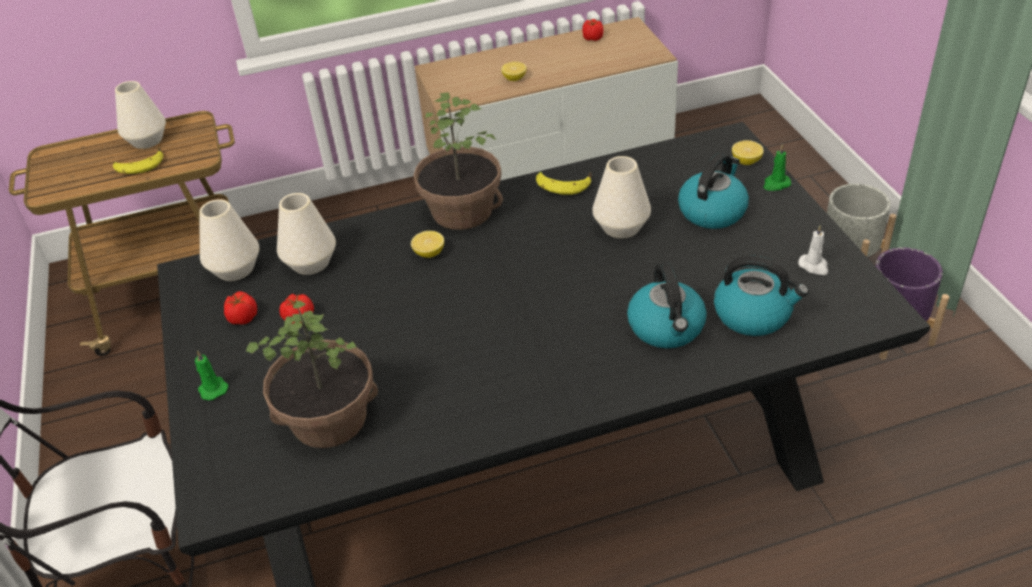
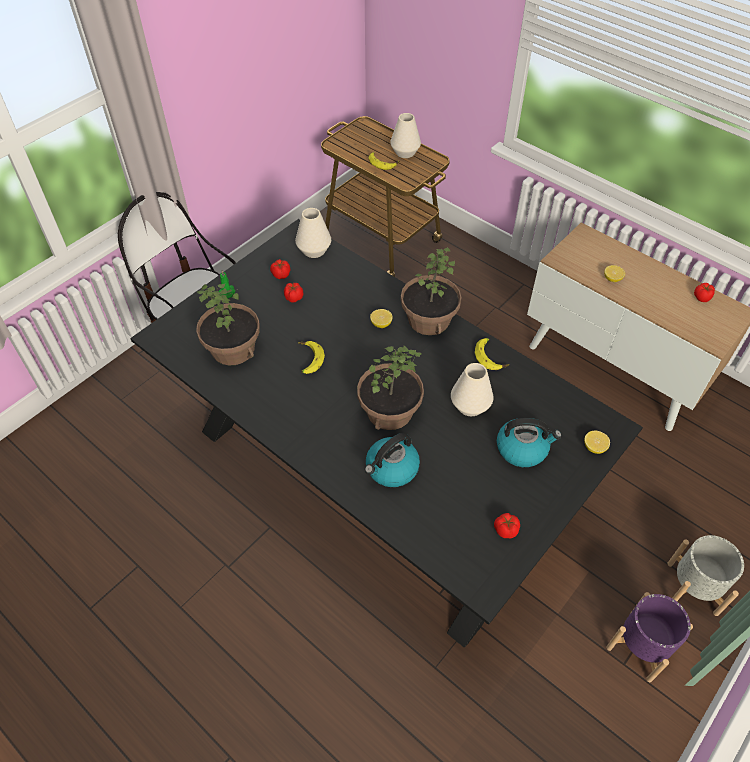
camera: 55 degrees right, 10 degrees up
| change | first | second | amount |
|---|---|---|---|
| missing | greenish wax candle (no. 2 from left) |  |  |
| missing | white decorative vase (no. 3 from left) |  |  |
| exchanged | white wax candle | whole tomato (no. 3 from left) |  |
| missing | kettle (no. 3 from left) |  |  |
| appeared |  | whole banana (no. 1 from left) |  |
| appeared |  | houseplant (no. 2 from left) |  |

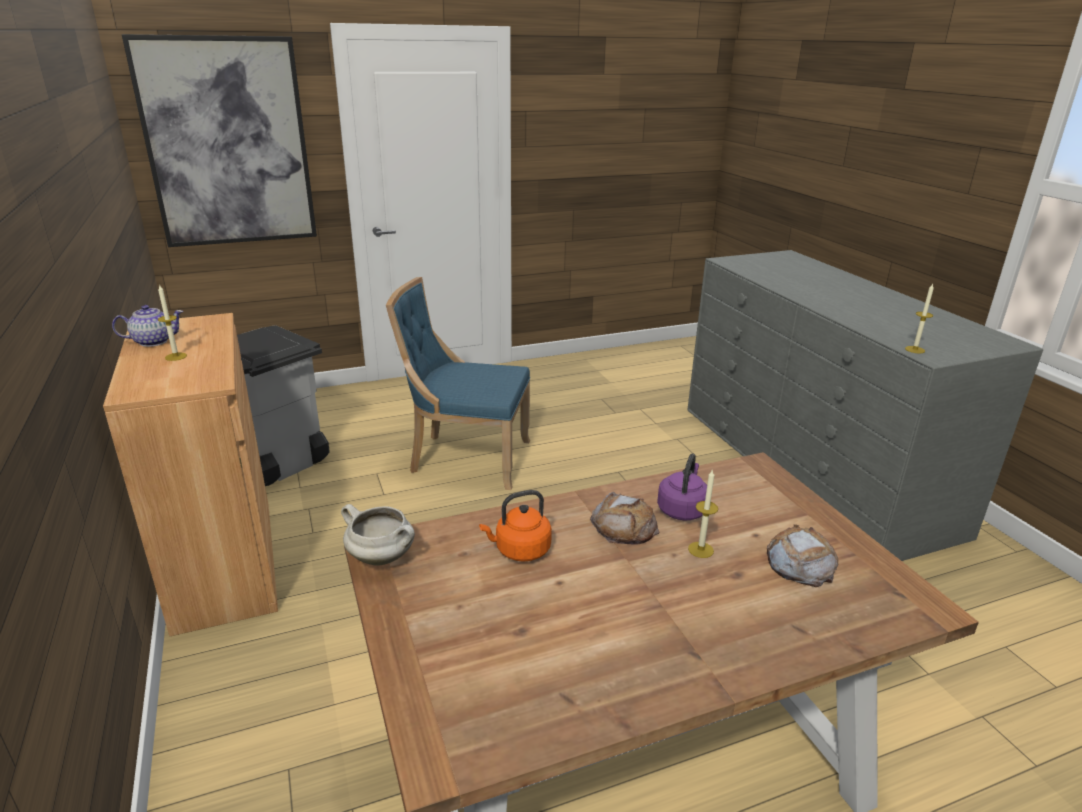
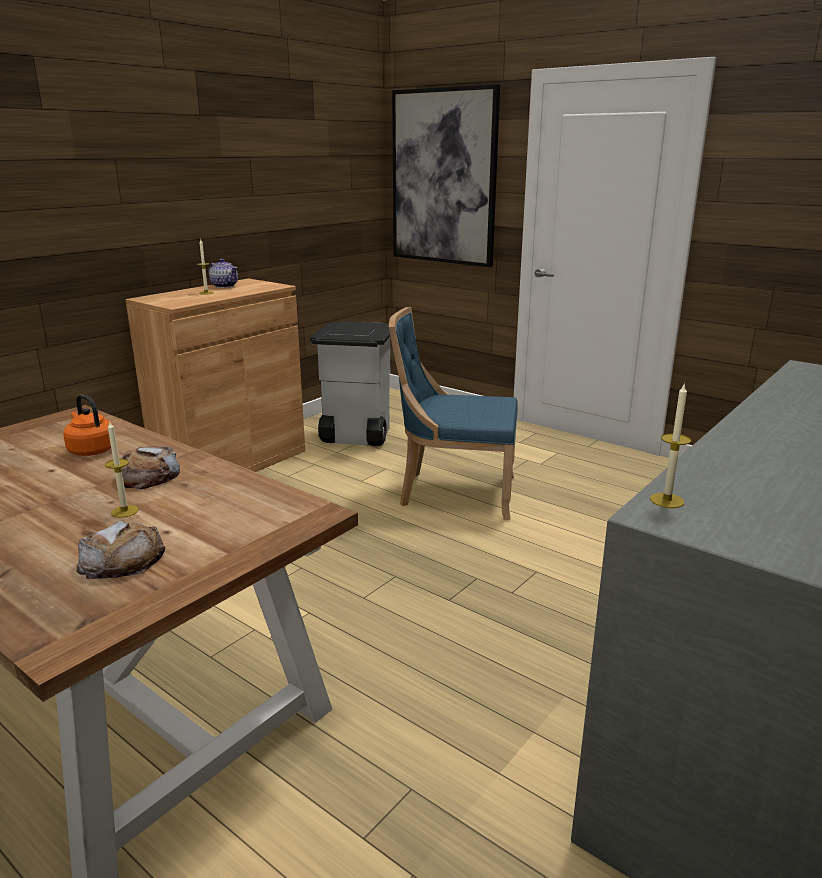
camera: 60 degrees right, 5 degrees down
| change | first | second | amount |
|---|---|---|---|
| spun | blue-coloured chair |  | 60 degrees counterclockwise |
| missing | purple kettle |  |  |
| missing | white stockpot |  |  |

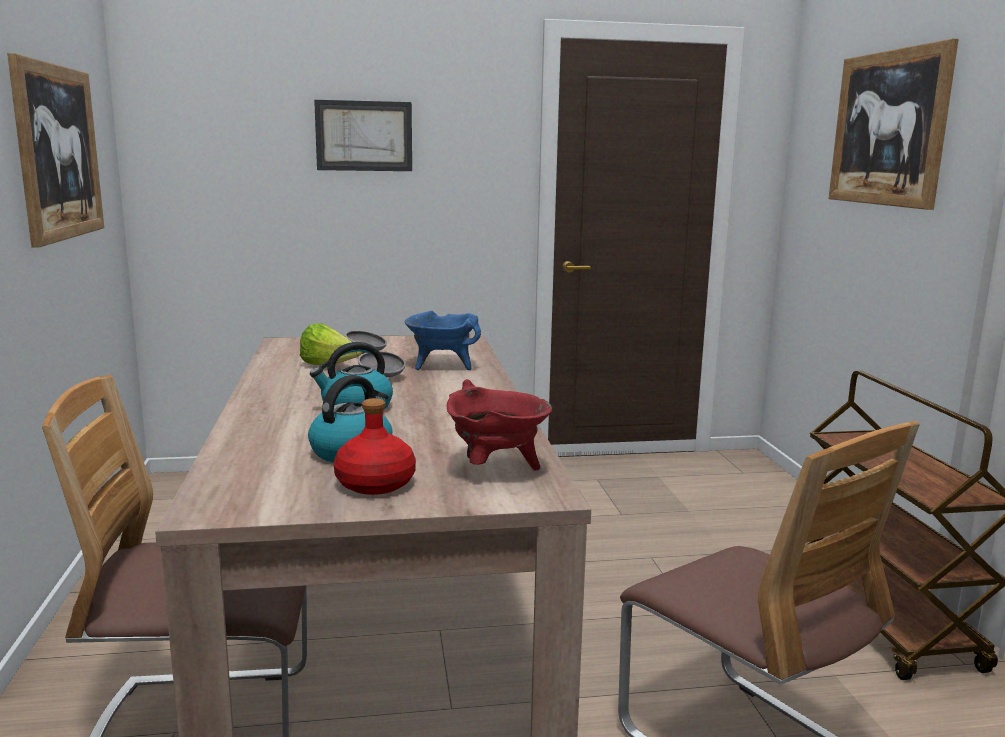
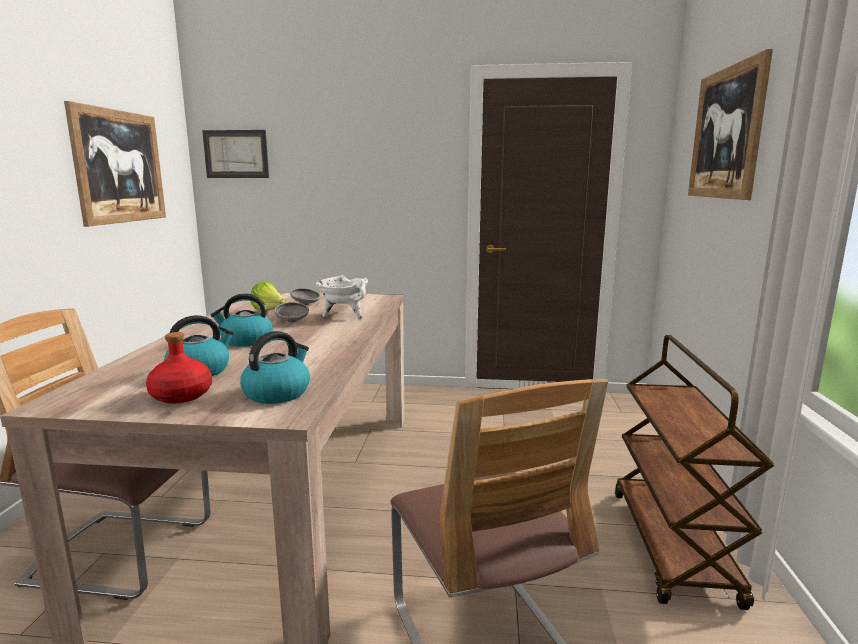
camera: 15 degrees right, 0 degrees up
| change | first | second | amount |
|---|---|---|---|
| relocated | wall art (no. 2 from left) |  |  |
| colour | blue-coloured stockpot | white stockpot |  |
| exchanged | reddish stockpot | kettle (no. 3 from left) |  |

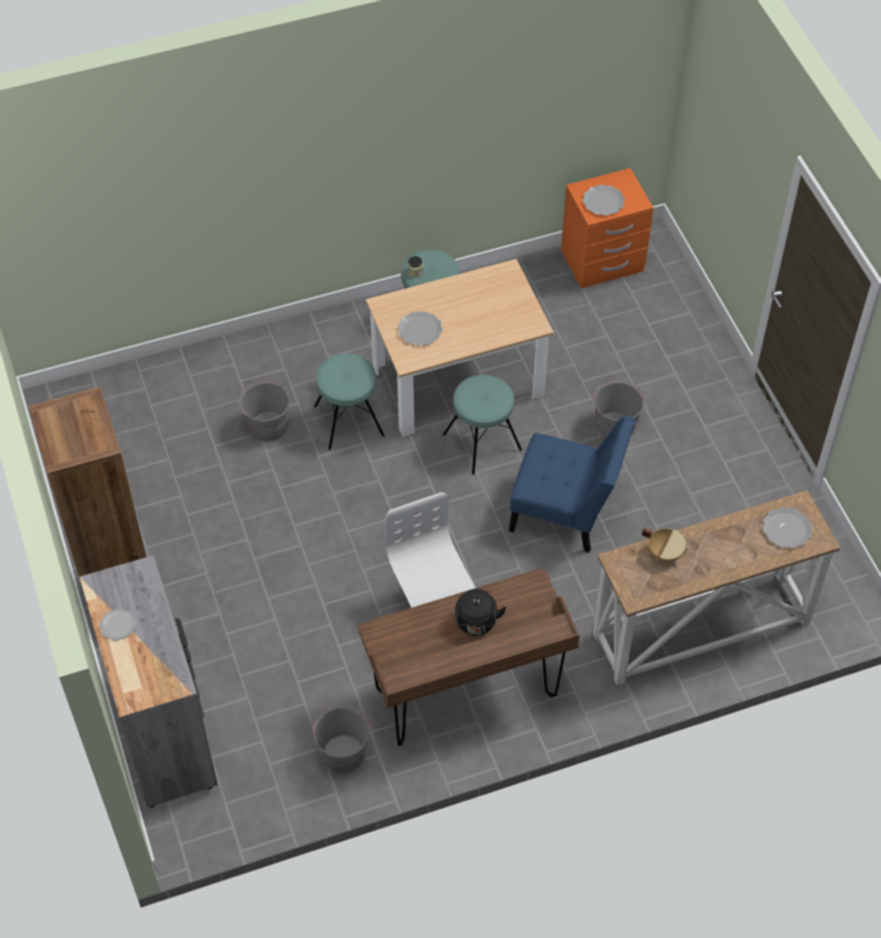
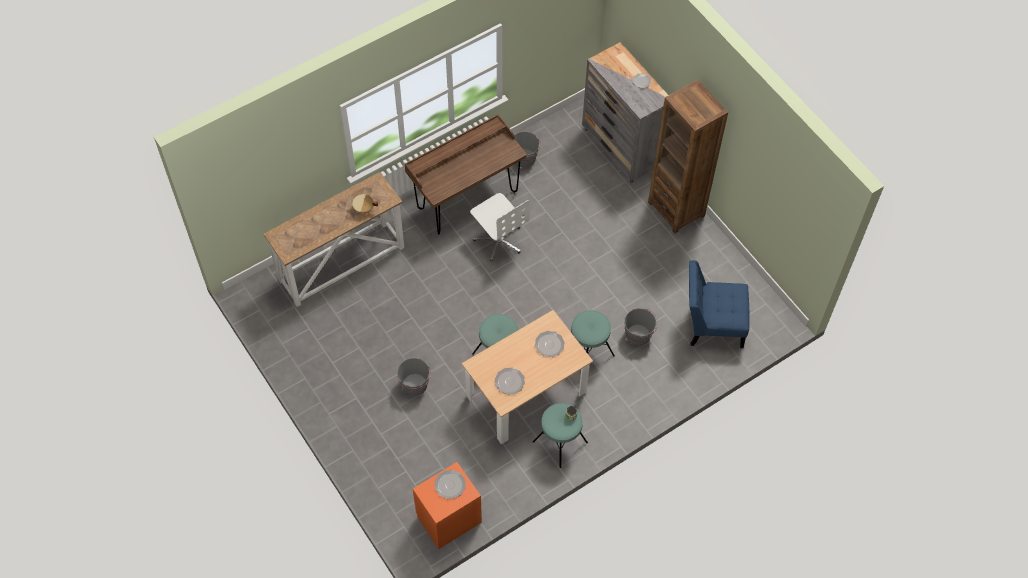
camera: 165 degrees right, 5 degrees up
| change | first | second | amount |
|---|---|---|---|
| relocated | blue-coloured chair |  |  |
| relocated | flat dish (no. 4 from left in the first image) | flat dish (no. 2 from left) |  |
| missing | black-coloured kettle |  |  |

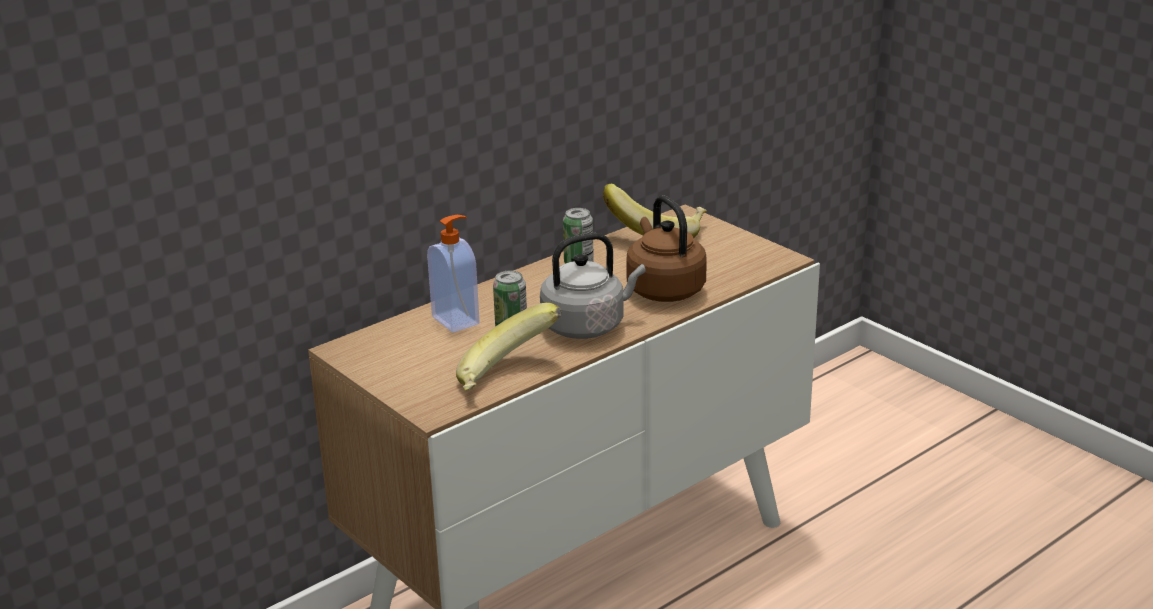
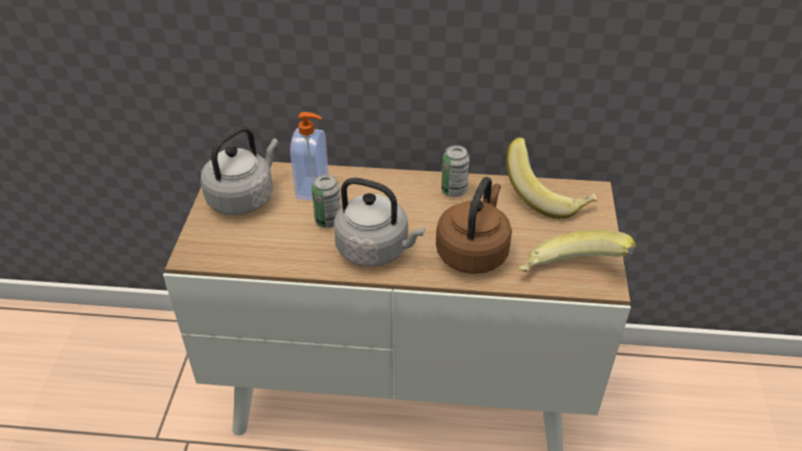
camera: 45 degrees right, 15 degrees up
| change | first | second | amount |
|---|---|---|---|
| relocated | whole banana (no. 1 from left in the first image) | whole banana (no. 2 from left) |  |
| appeared |  | gray kettle (no. 1 from left) |  |

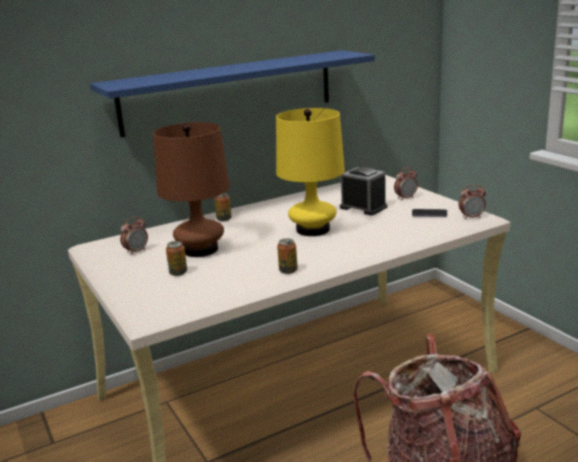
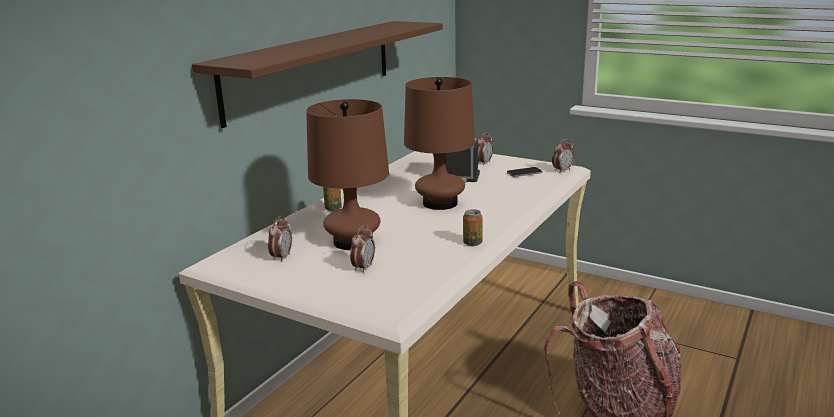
camera: 30 degrees left, 0 degrees up
| change | first | second | amount |
|---|---|---|---|
| colour | blue-coloured bracket shelf | brown-coloured bracket shelf |  |
| colour | yellow table lamp | brown-coloured table lamp (no. 2 from left) |  |
| exchanged | metal can (no. 1 from left) | alarm clock (no. 2 from left) |  |

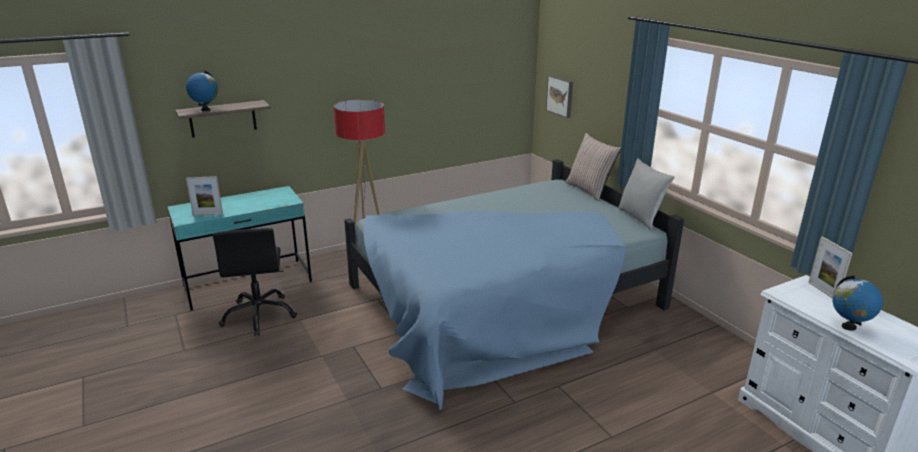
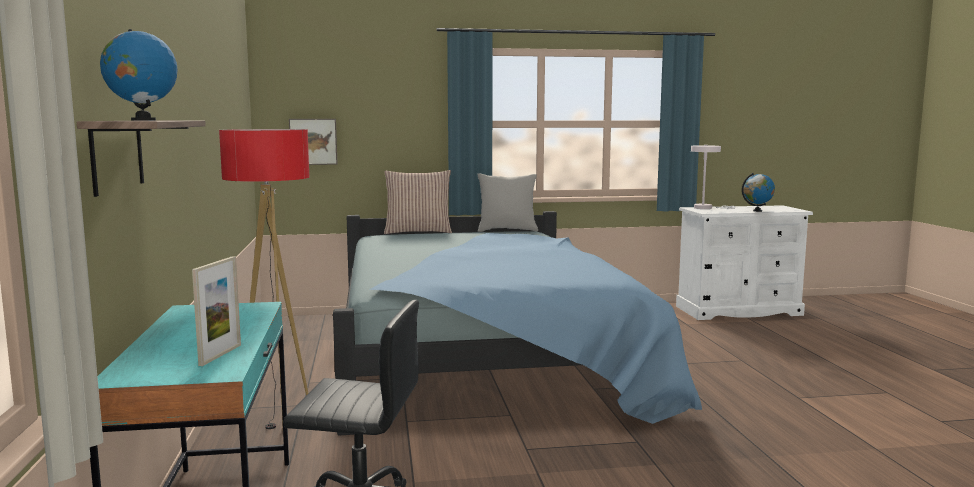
camera: 70 degrees left, 15 degrees down
| change | first | second | amount |
|---|---|---|---|
| exchanged | photo frame (no. 2 from left) | white table lamp |  |

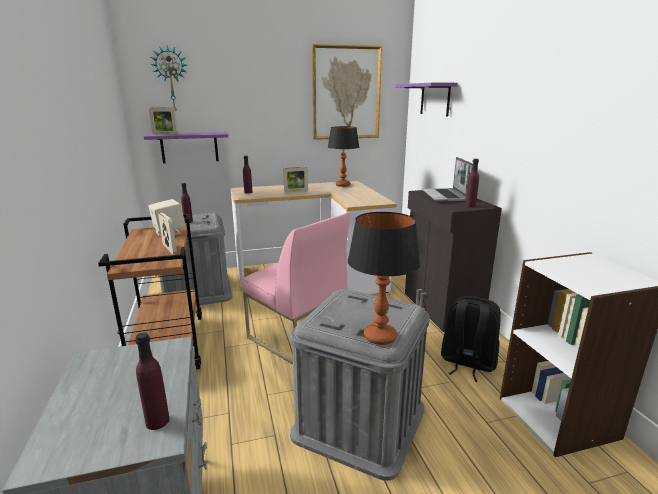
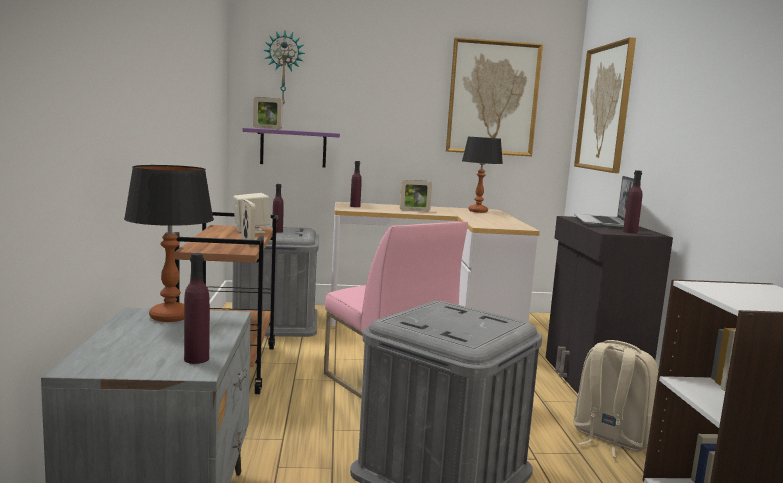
camera: 10 degrees right, 10 degrees down
| change | first | second | amount |
|---|---|---|---|
| exchanged | purple bracket shelf (no. 2 from left) | wall art (no. 2 from left) |  |
| relocated | table lamp (no. 2 from left in the first image) | table lamp (no. 1 from left) |  |
| colour | black-coloured rucksack | beige rucksack |  |

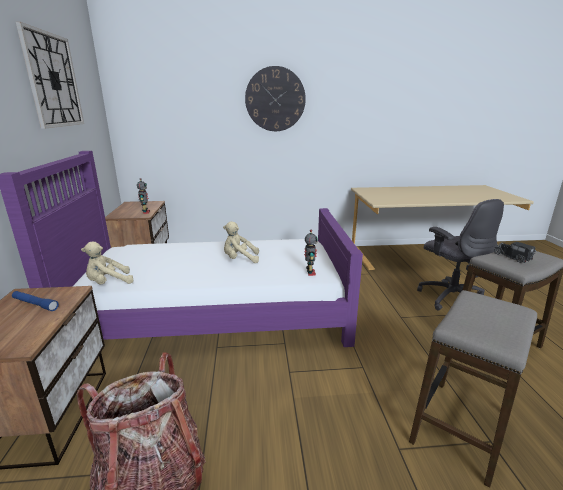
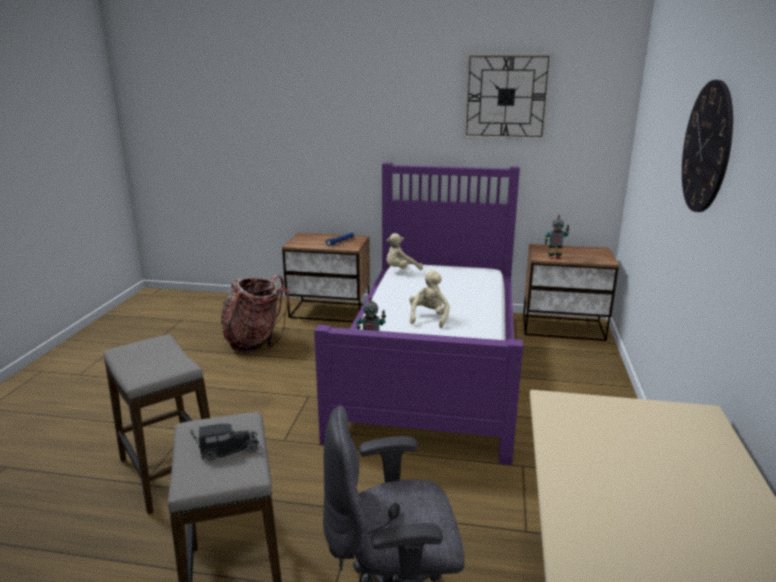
camera: 105 degrees right, 0 degrees up
| change | first | second | amount |
|---|---|---|---|
| spun | beige cuddly toy (no. 1 from left) |  | 105 degrees counterclockwise |

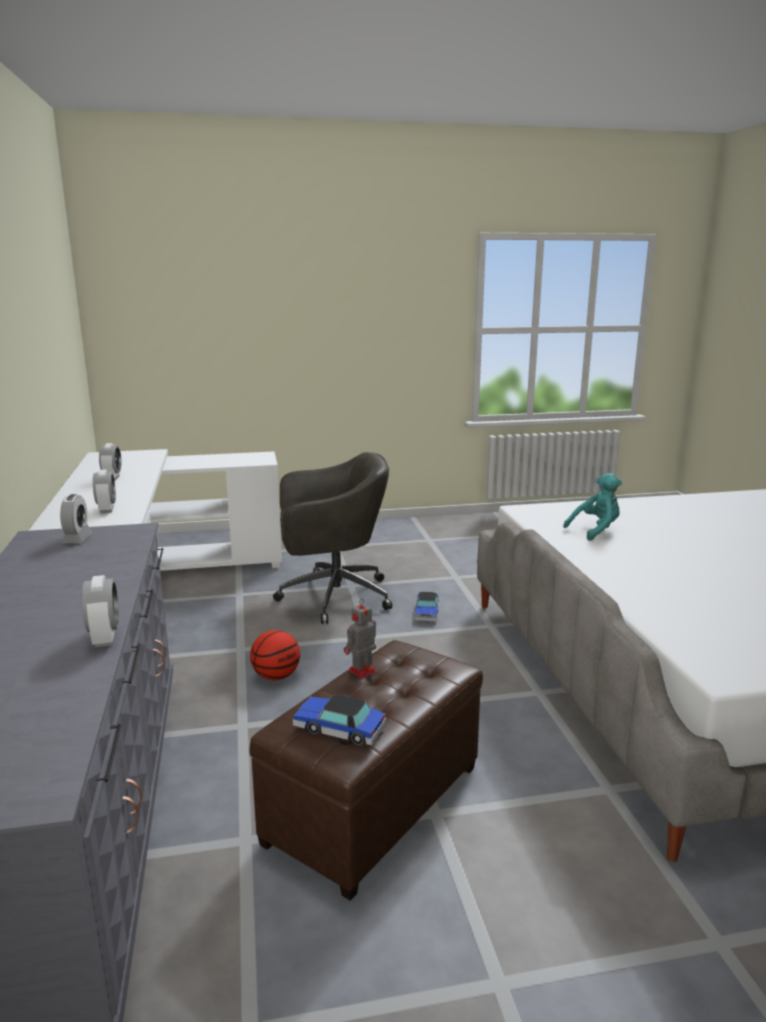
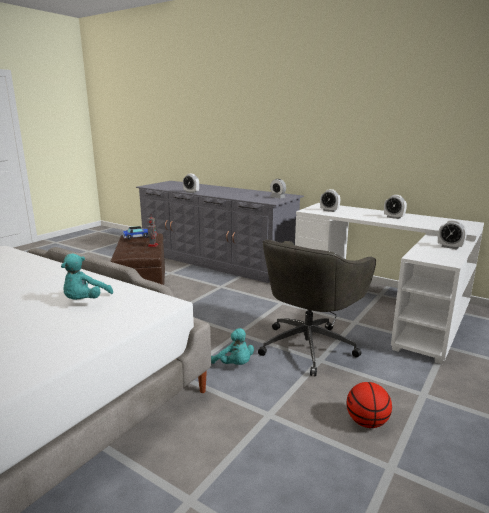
camera: 135 degrees right, 0 degrees up
| change | first | second | amount |
|---|---|---|---|
| exchanged | model car (no. 2 from left) | blue-green cuddly toy (no. 2 from left) |  |
| relocated | basketball |  |  |
| appeared |  | alarm clock (no. 5 from left) |  |

